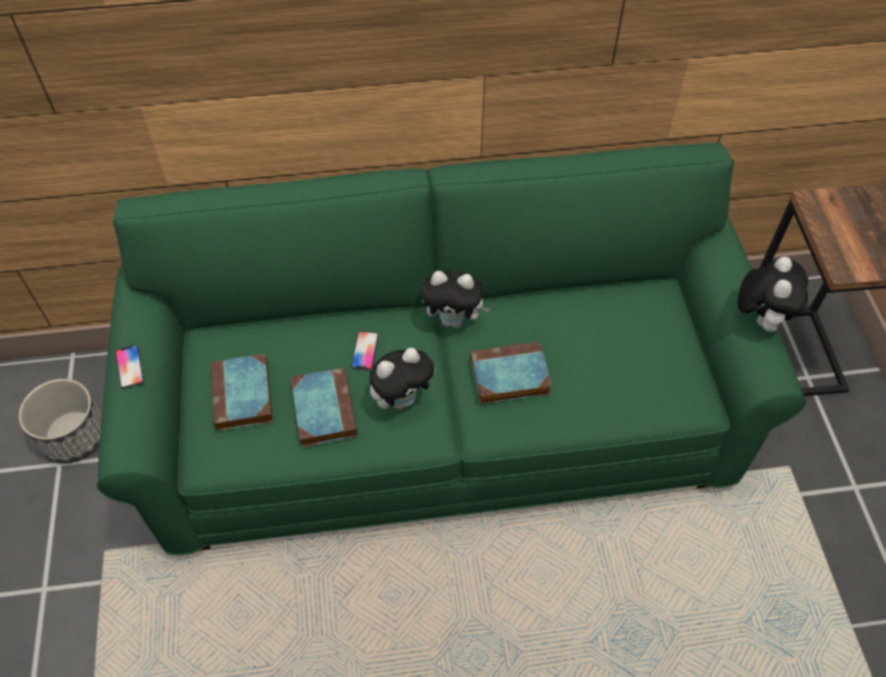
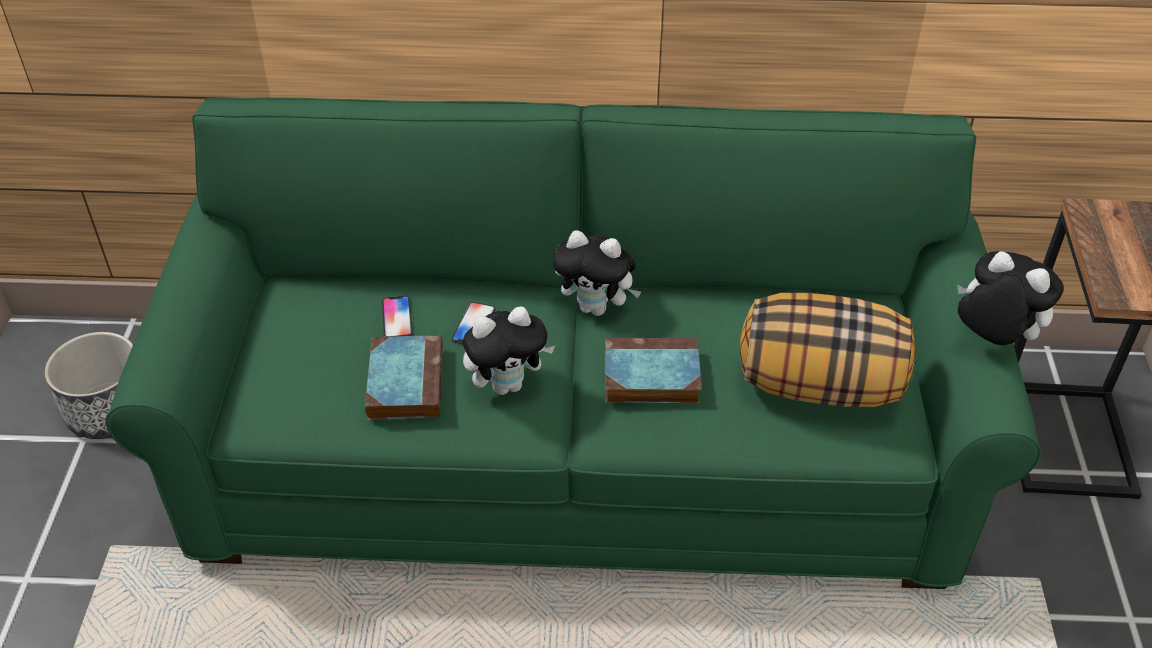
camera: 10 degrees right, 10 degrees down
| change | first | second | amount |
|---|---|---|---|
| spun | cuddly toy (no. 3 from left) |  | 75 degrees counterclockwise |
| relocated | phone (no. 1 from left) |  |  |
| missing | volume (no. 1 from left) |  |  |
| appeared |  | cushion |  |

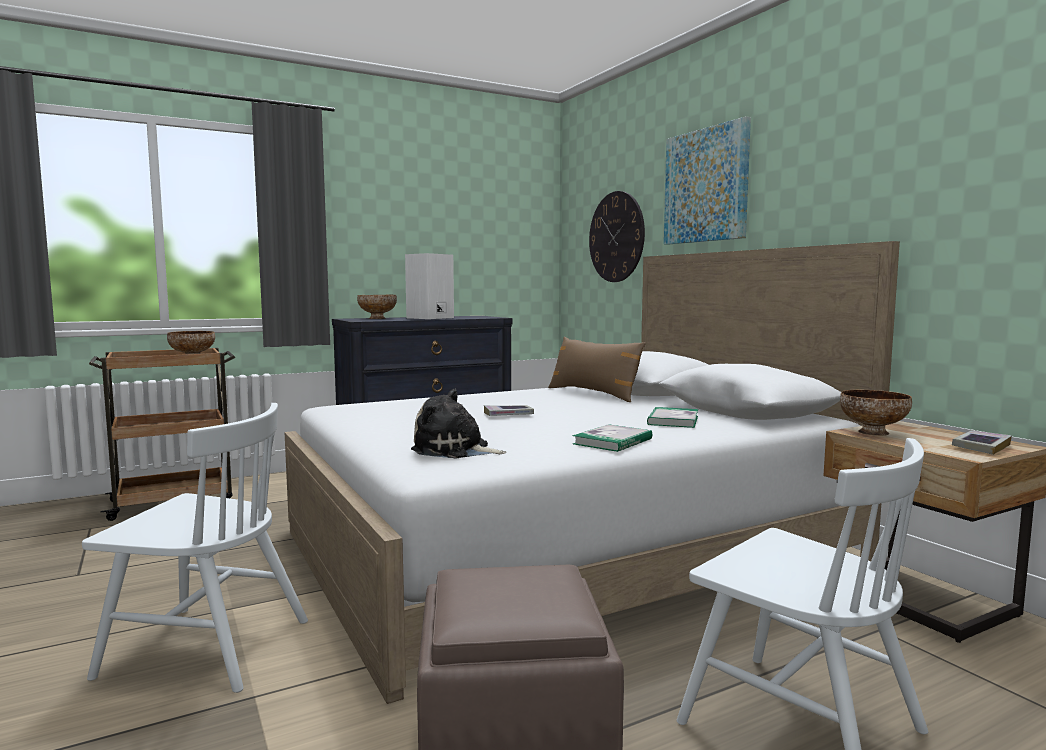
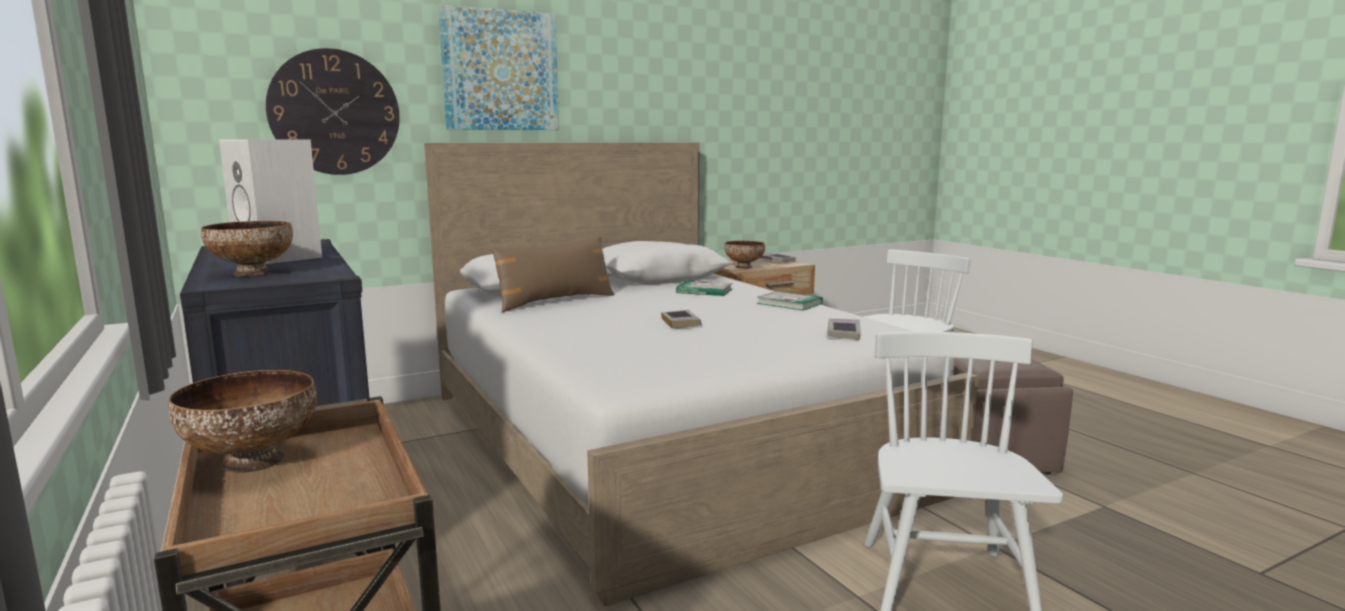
camera: 90 degrees left, 5 degrees up
| change | first | second | amount |
|---|---|---|---|
| exchanged | cuddly toy | volume (no. 5 from left) |  |

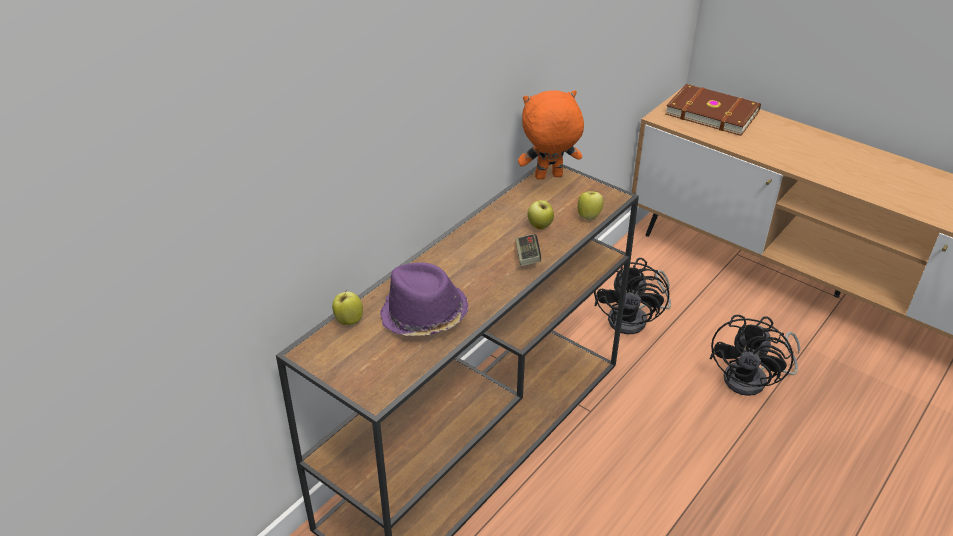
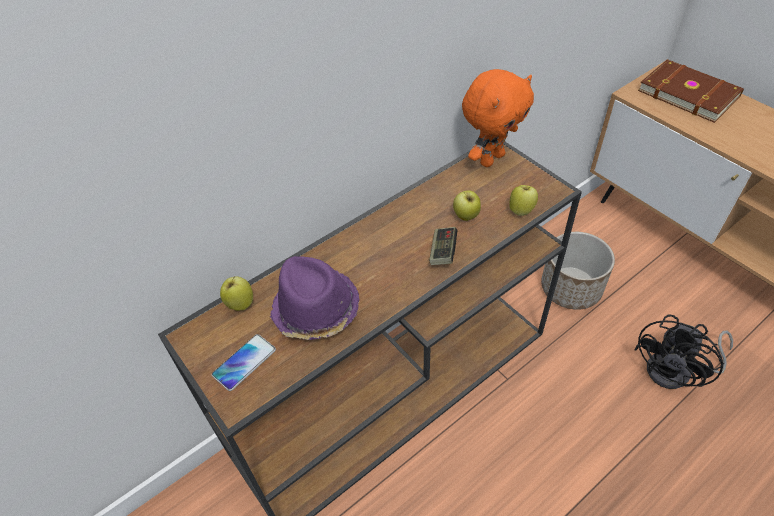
camera: 15 degrees right, 10 degrees up
| change | first | second | amount |
|---|---|---|---|
| spun | orangey cuddly toy |  | 135 degrees clockwise |
| exchanged | black-coloured fan (no. 1 from left) | plant pot |  |
| appeared |  | phone |  |

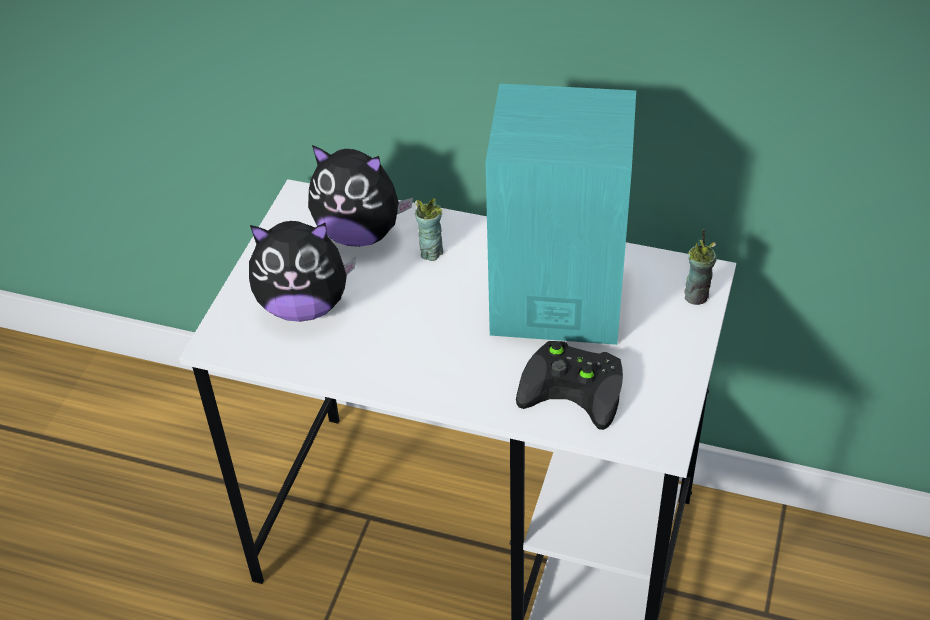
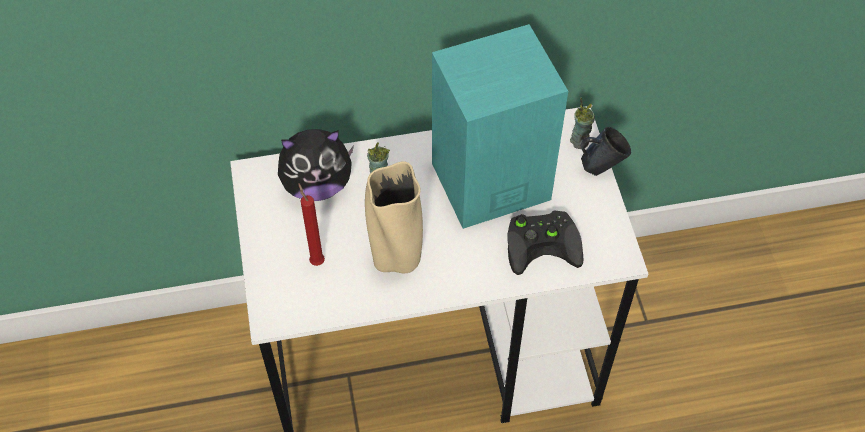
camera: 30 degrees left, 10 degrees up
| change | first | second | amount |
|---|---|---|---|
| exchanged | cuddly toy (no. 1 from left) | reddish wax candle |  |
| appeared |  | blue-coloured tea mug |  |
| appeared |  | beige decorative vase |  |

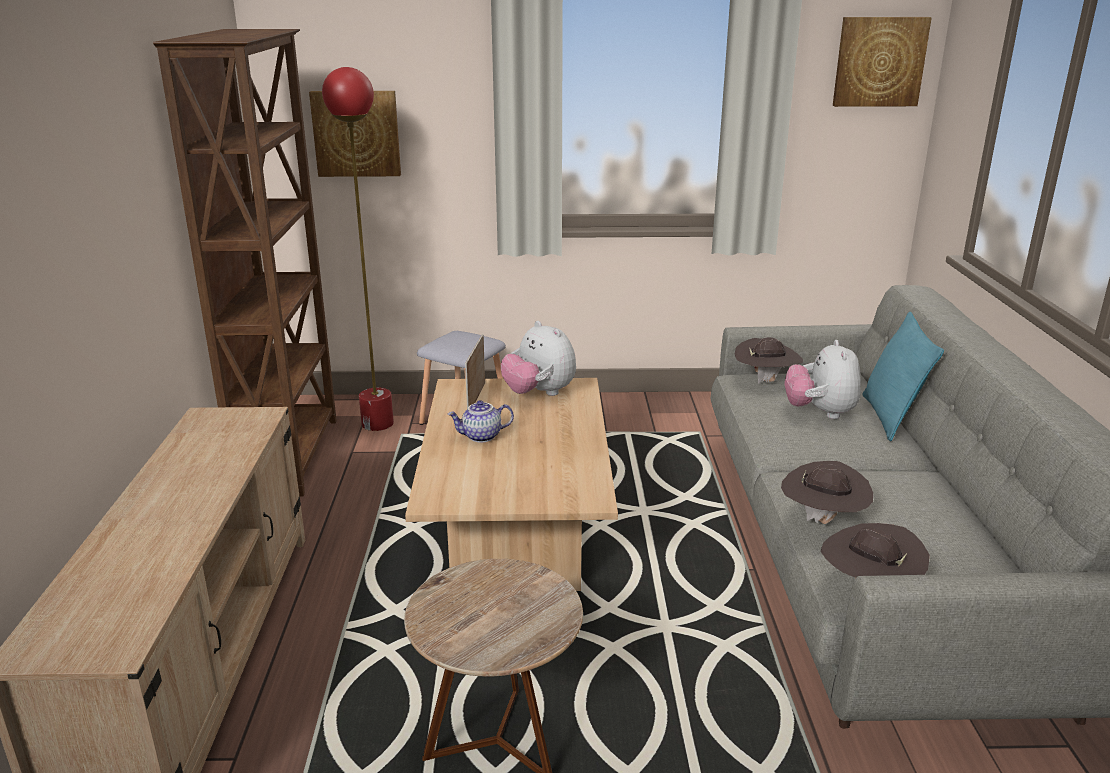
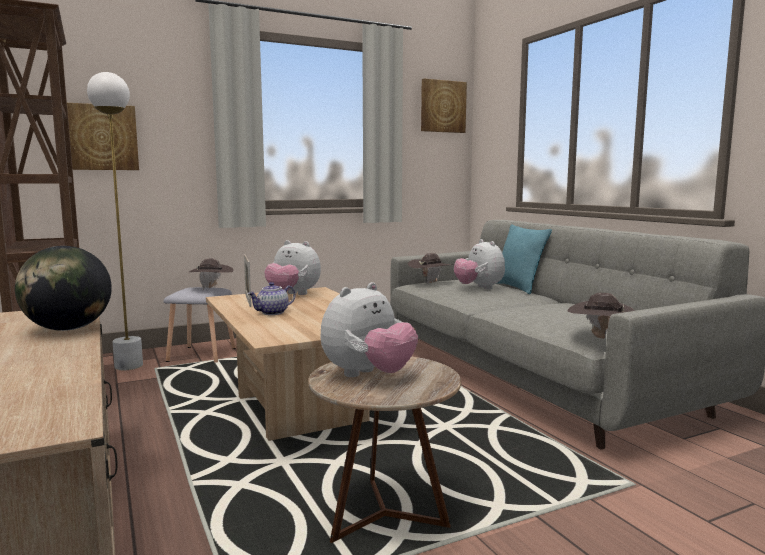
camera: 25 degrees left, 15 degrees down
| change | first | second | amount |
|---|---|---|---|
| colour | reddish standard lamp | white standard lamp |  |
| relocated | brown-coloured hat (no. 2 from left in the first image) | brown-coloured hat (no. 1 from left) |  |
| appeared |  | desk globe |  |
| appeared |  | cuddly toy (no. 2 from left) |  |

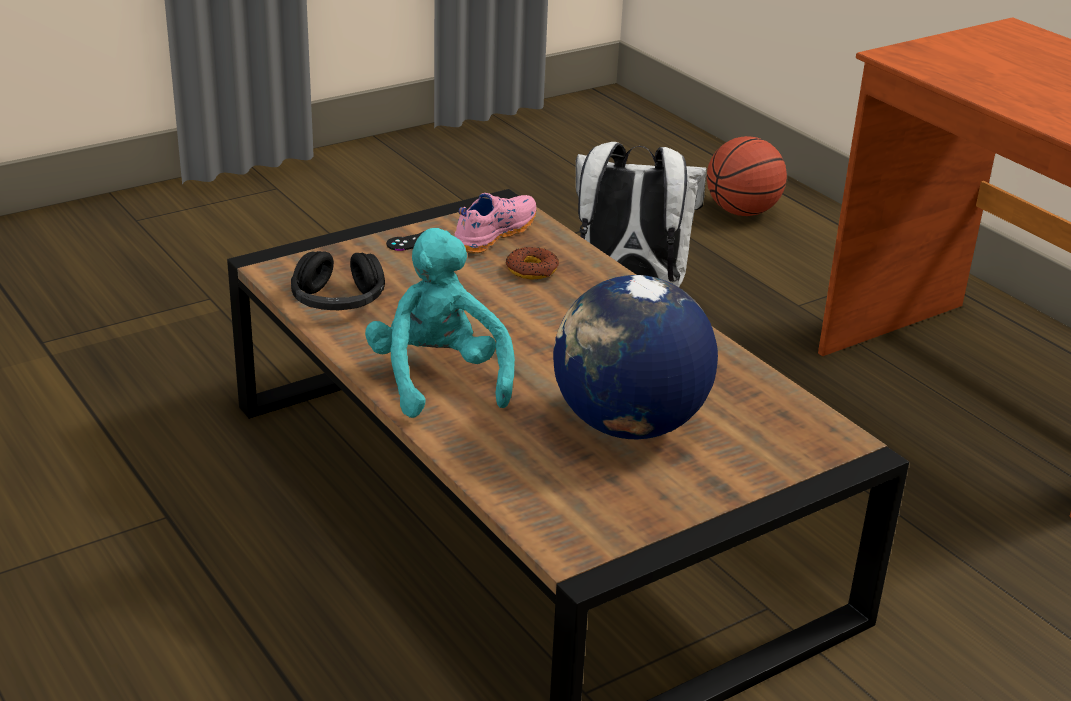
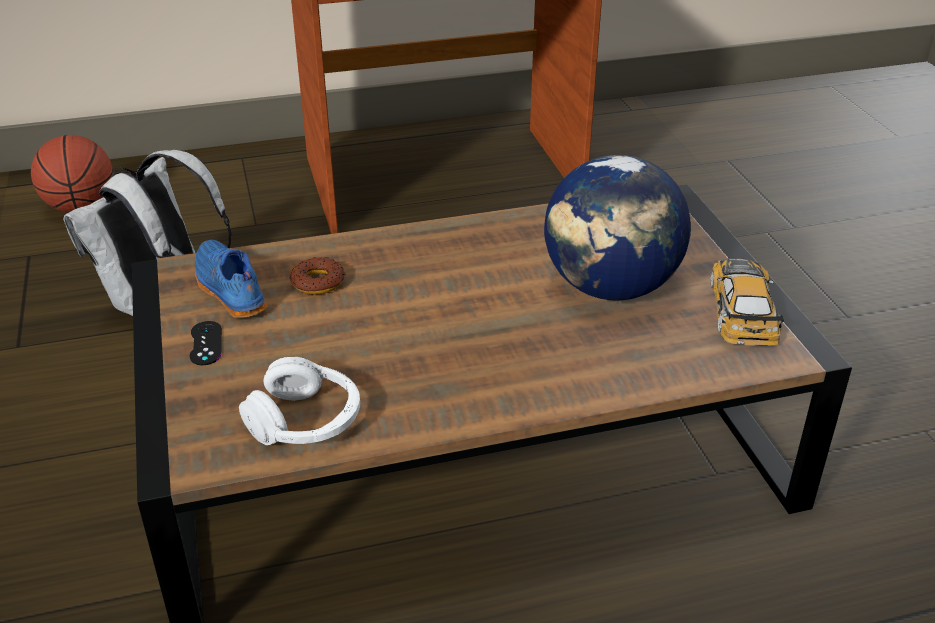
camera: 70 degrees left, 5 degrees up
| change | first | second | amount |
|---|---|---|---|
| colour | pink-coloured shoe | blue-coloured shoe |  |
| missing | blue-green cuddly toy |  |  |
| colour | black-coloured headphones | white headphones |  |
| appeared |  | model car |  |

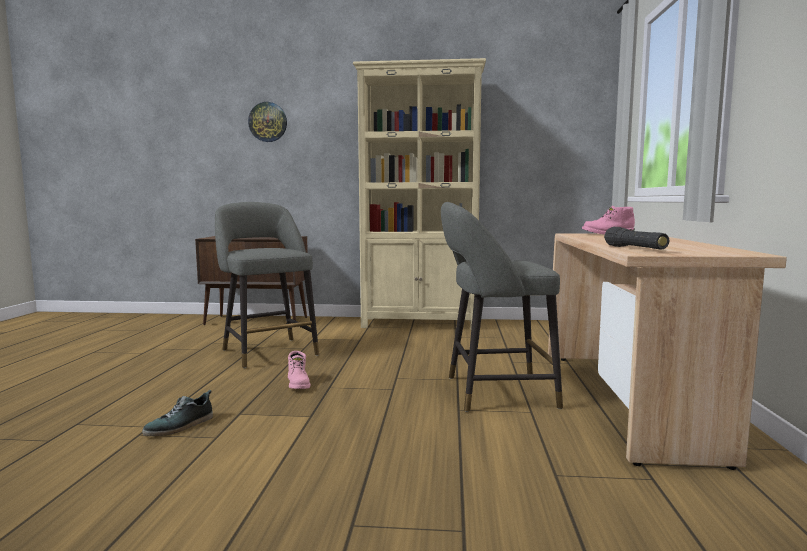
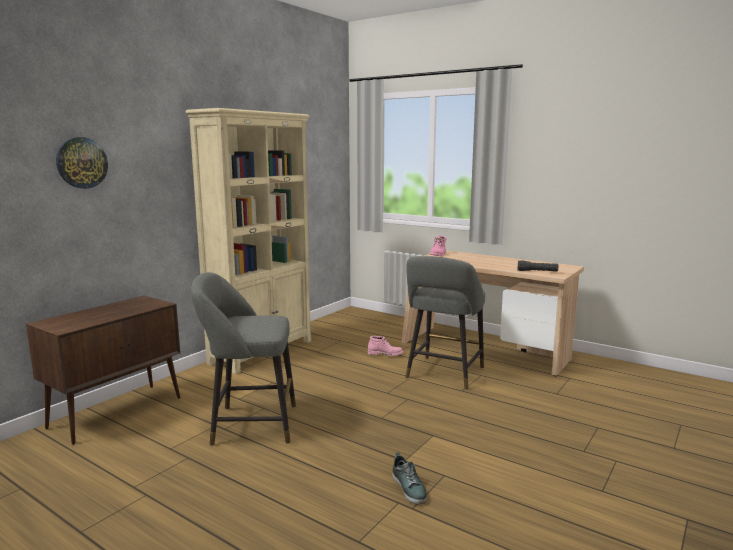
camera: 60 degrees left, 5 degrees up
| change | first | second | amount |
|---|---|---|---|
| relocated | pink-coloured tall boot (no. 1 from left) |  |  |

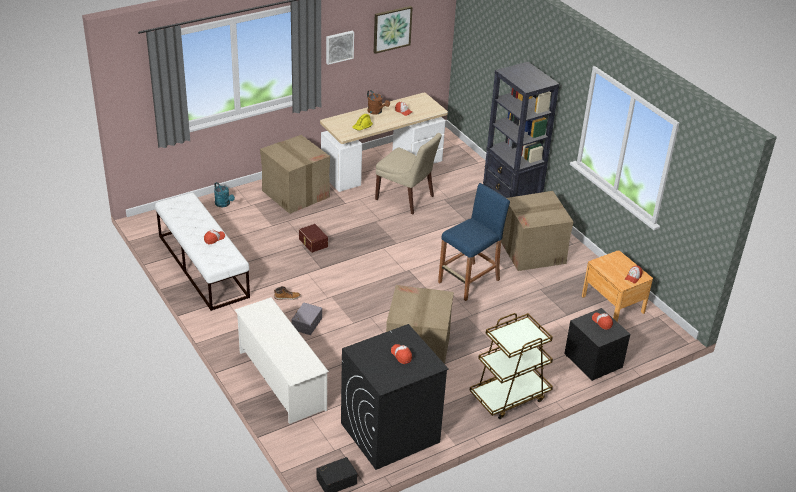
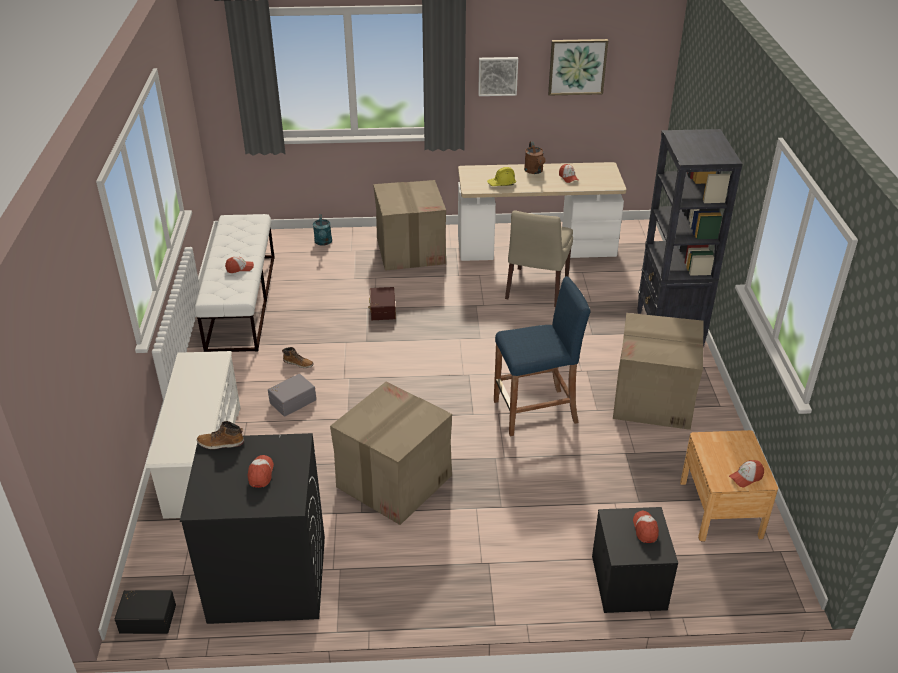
camera: 30 degrees right, 0 degrees up
| change | first | second | amount |
|---|---|---|---|
| spun | beige chair |  | 45 degrees clockwise |
| missing | brown-coloured cart |  |  |
| appeared |  | tall boot (no. 1 from left) |  |

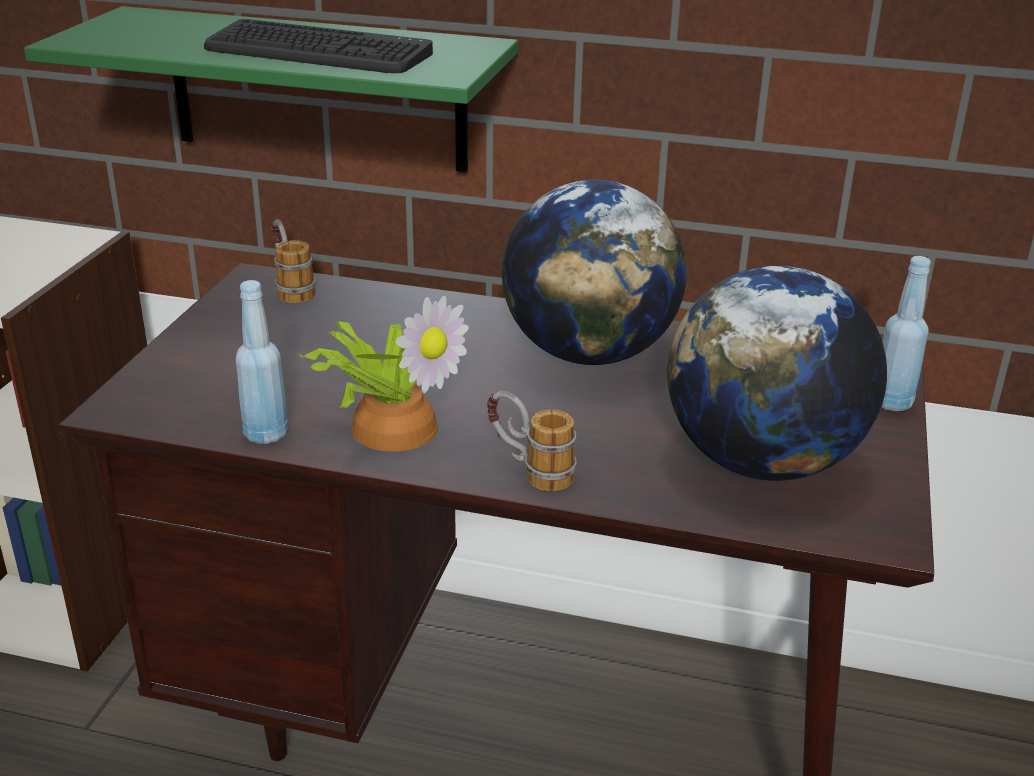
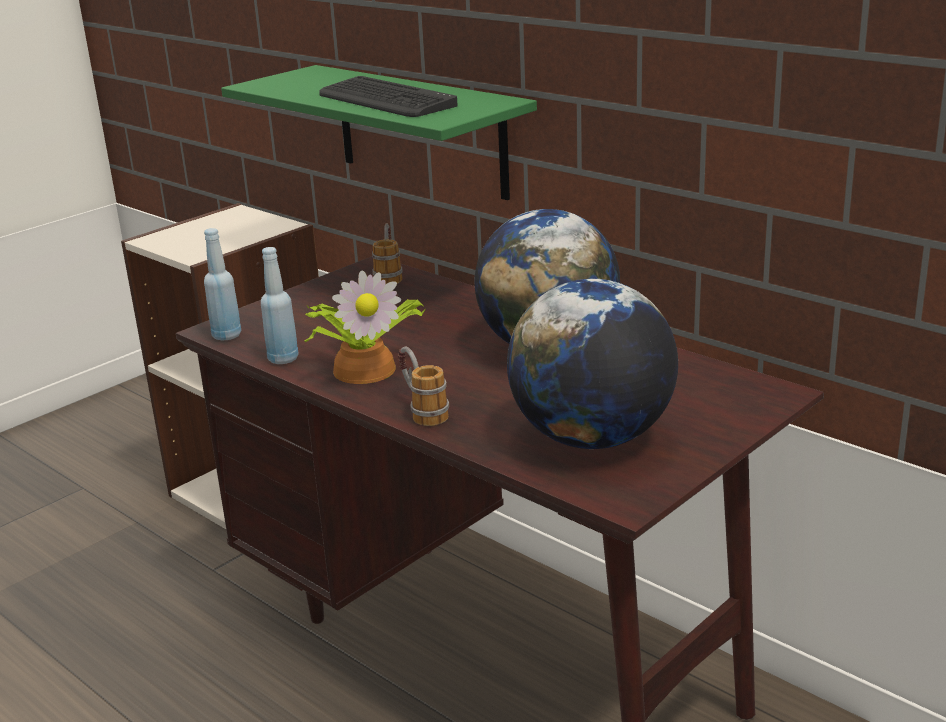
camera: 30 degrees right, 5 degrees down
| change | first | second | amount |
|---|---|---|---|
| relocated | blue-coloured drink bottle (no. 2 from left in the first image) | blue-coloured drink bottle (no. 1 from left) |  |

